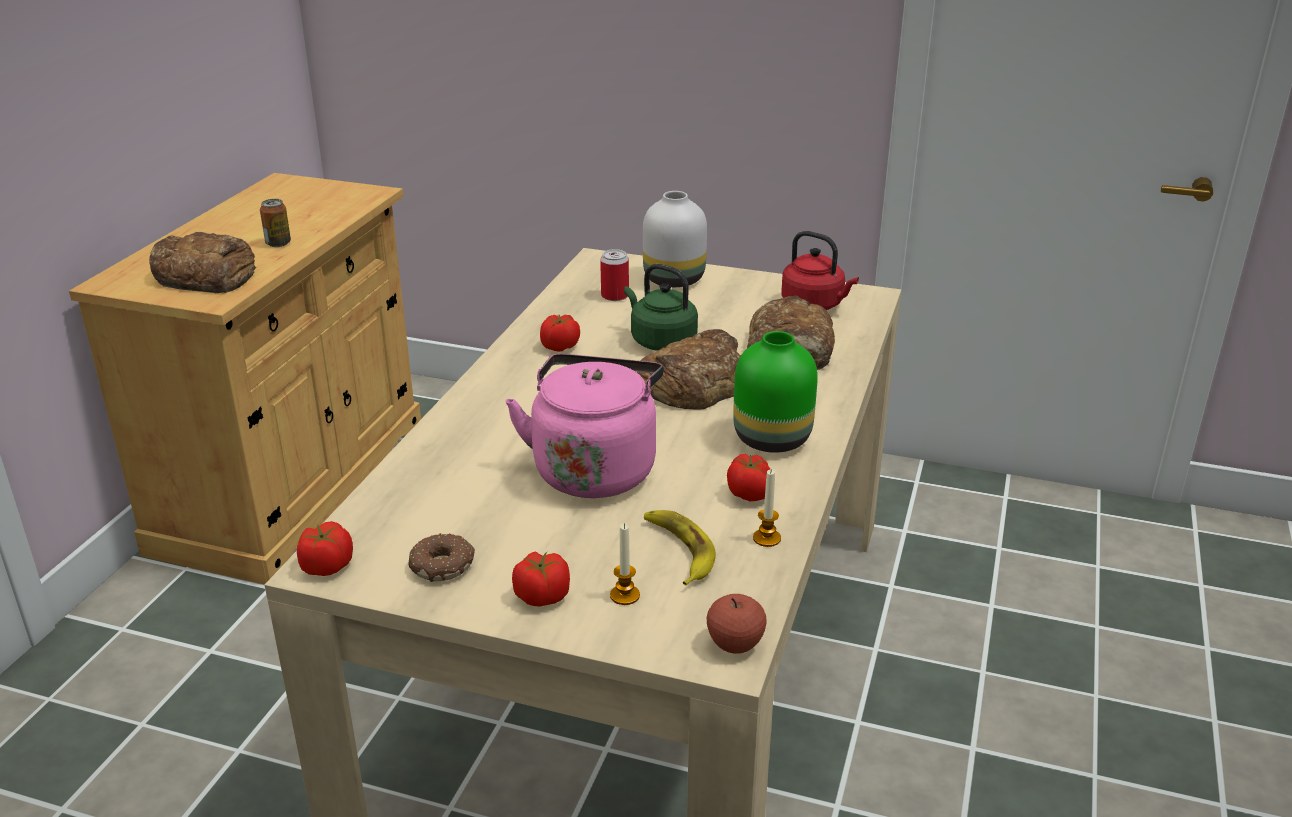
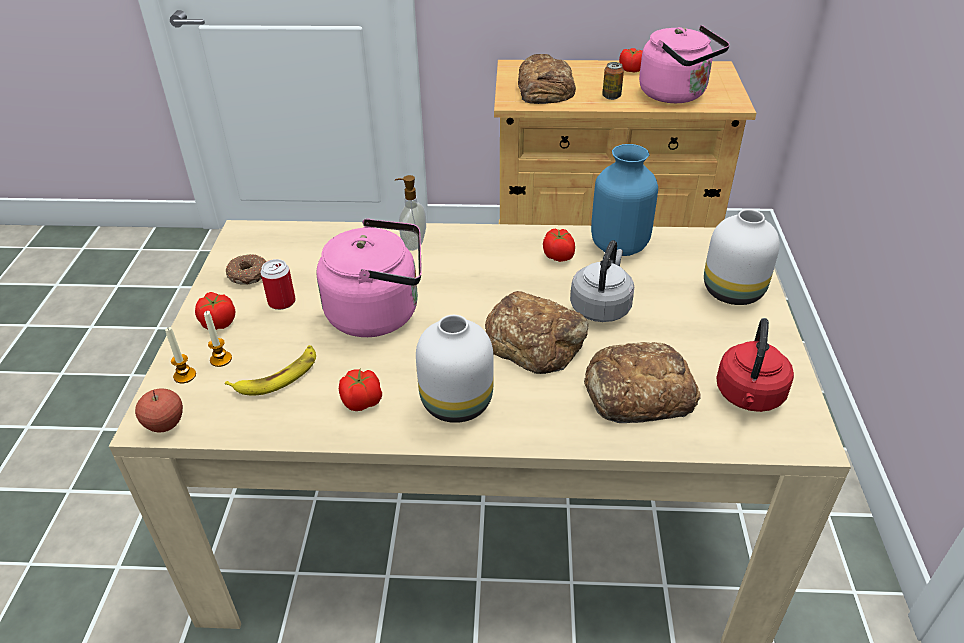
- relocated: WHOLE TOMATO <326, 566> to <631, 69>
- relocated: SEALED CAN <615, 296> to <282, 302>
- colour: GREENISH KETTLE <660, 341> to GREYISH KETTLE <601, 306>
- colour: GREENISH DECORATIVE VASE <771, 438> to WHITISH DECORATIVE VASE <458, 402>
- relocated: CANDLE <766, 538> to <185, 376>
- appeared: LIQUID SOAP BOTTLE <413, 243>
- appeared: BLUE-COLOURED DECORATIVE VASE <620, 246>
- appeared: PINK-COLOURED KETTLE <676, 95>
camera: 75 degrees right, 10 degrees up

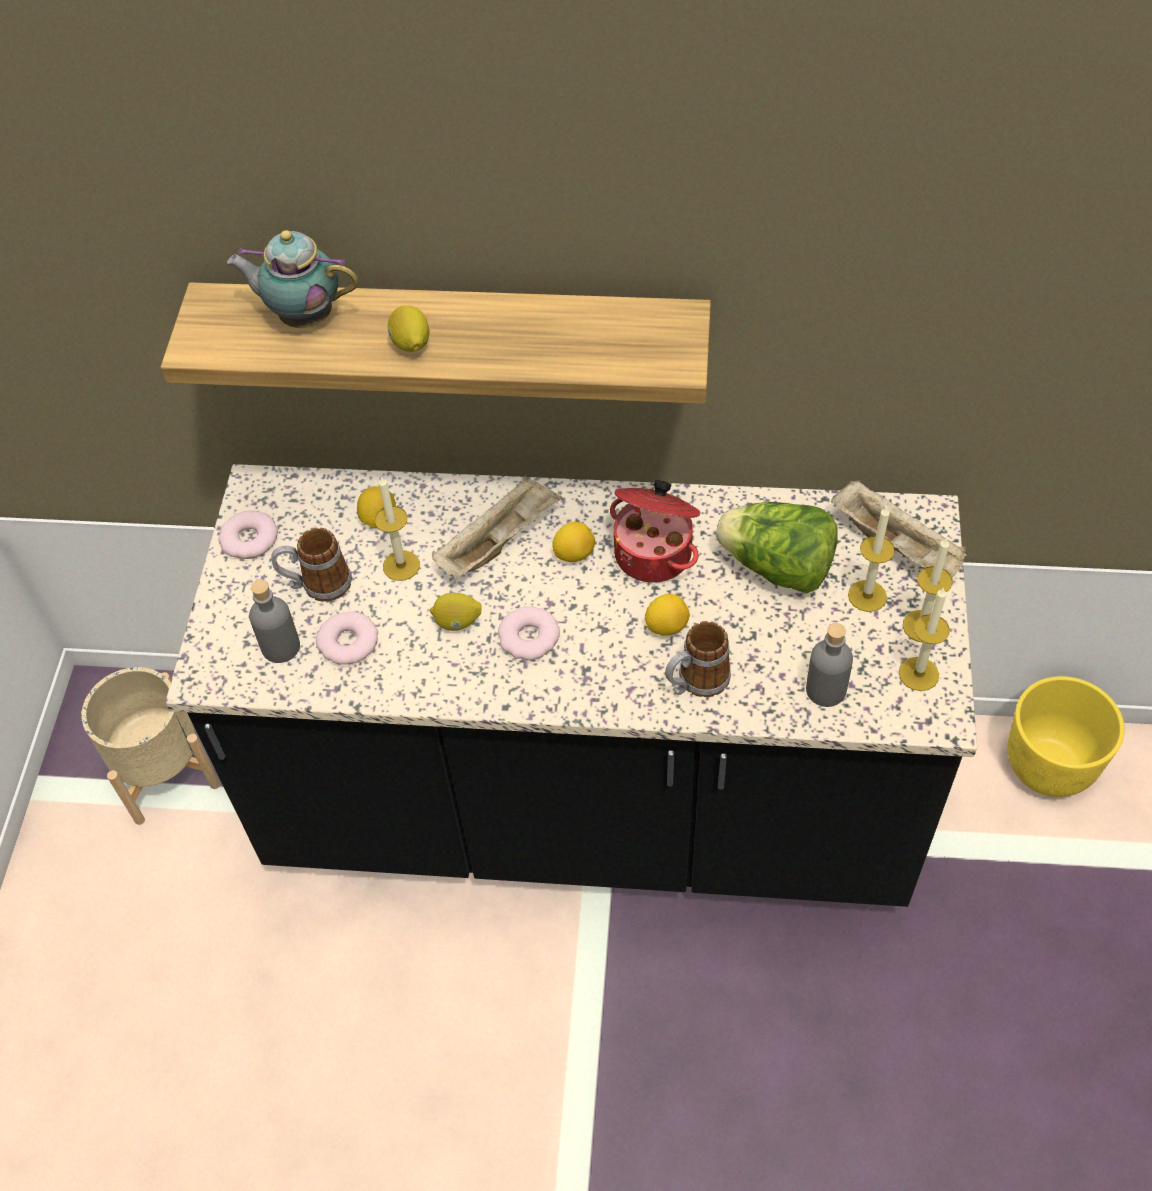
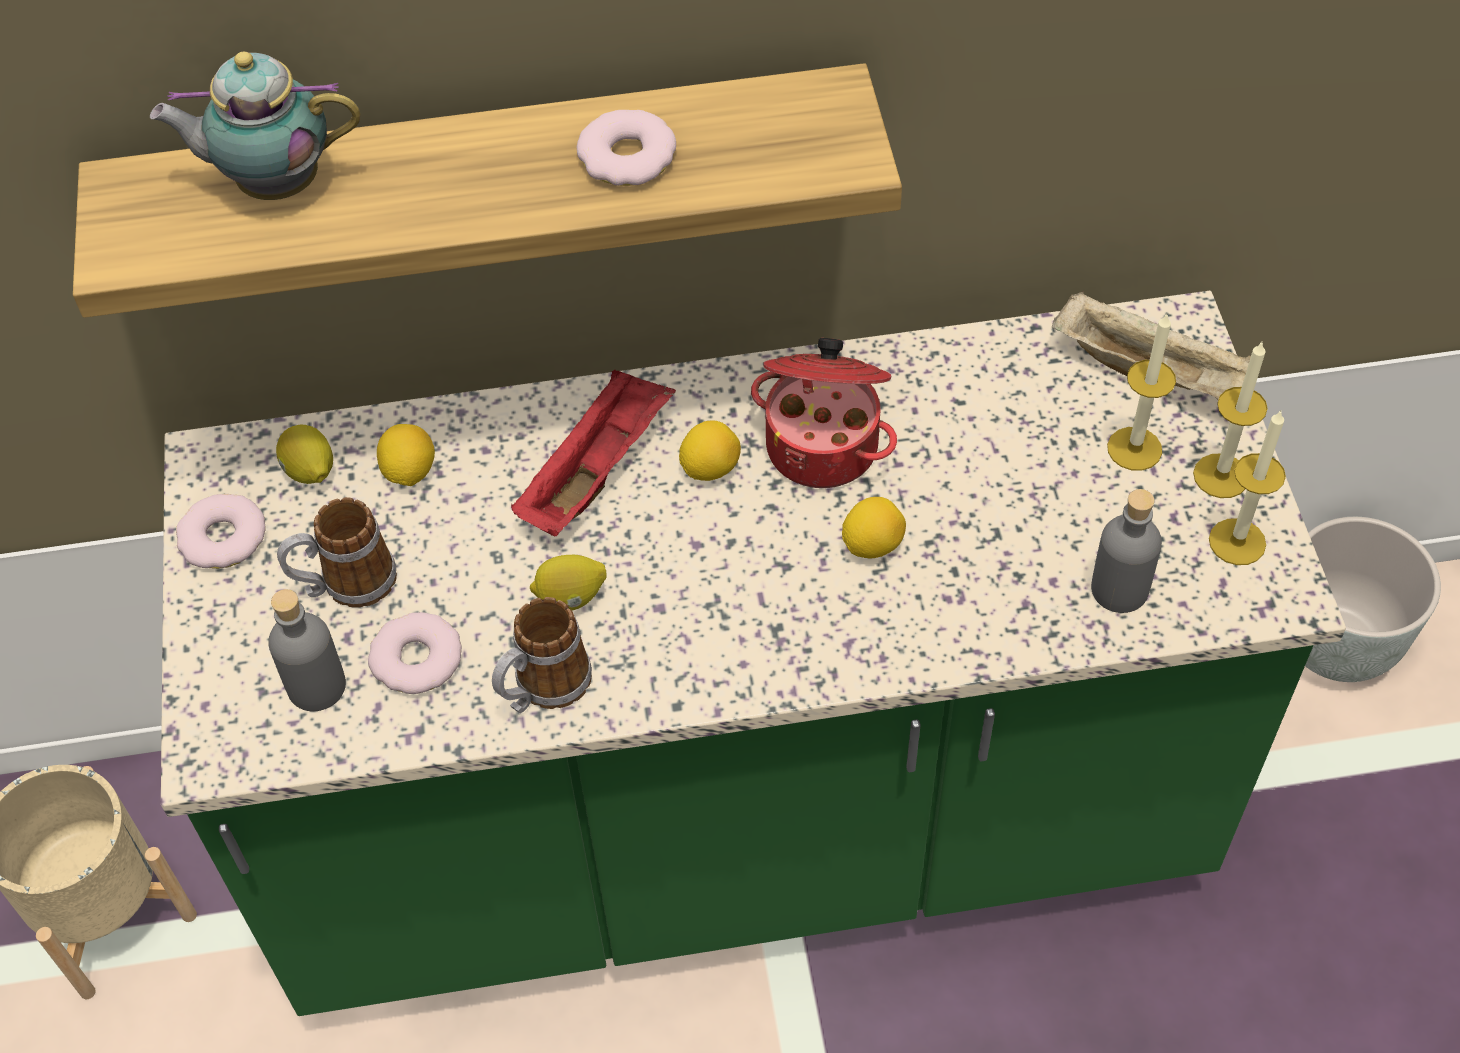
- colour: BLACKISH KITCHEN COUNTER <589, 808> to GREENISH KITCHEN COUNTER <742, 831>
- missing: CANDLE <401, 565>
- relocated: CITRUS FRUIT <411, 344> to <310, 471>
- colour: BEIGE-COLOURED SERVING TRAY <499, 541> to RED-COLOURED SERVING TRAY <596, 470>
- relocated: DOUGHNUT <529, 637> to <627, 157>
- relocated: COFFEE MUG <695, 682> to <543, 689>
- missing: LETTUCE <777, 567>
- colour: YELLOW-COLOURED FLOWER POT <1050, 766> to GREYISH FLOWER POT <1338, 642>
camera: 15 degrees left, 0 degrees up

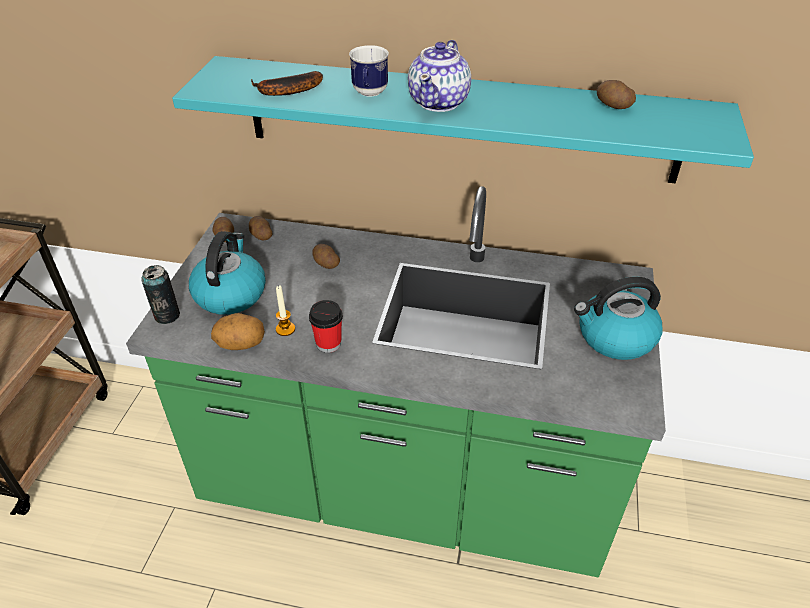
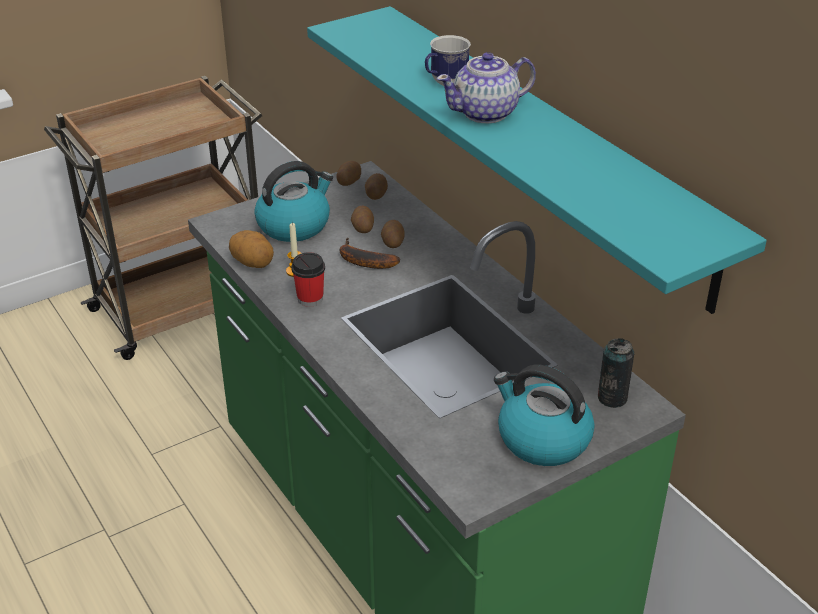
- relocated: SEALED CAN <167, 315> to <612, 398>
- relocated: BANANA <286, 91> to <362, 261>
- relocated: POTATO <612, 106> to <362, 228>
camera: 45 degrees right, 5 degrees down

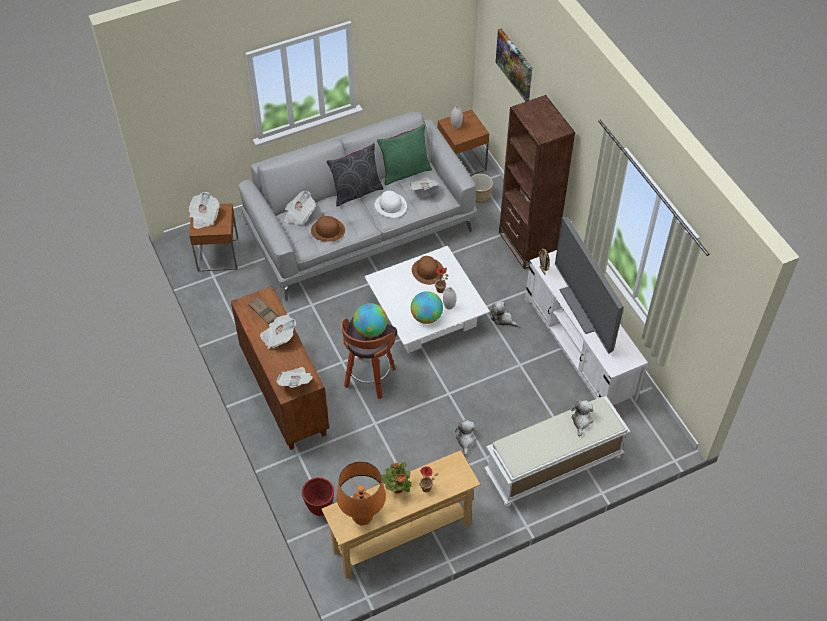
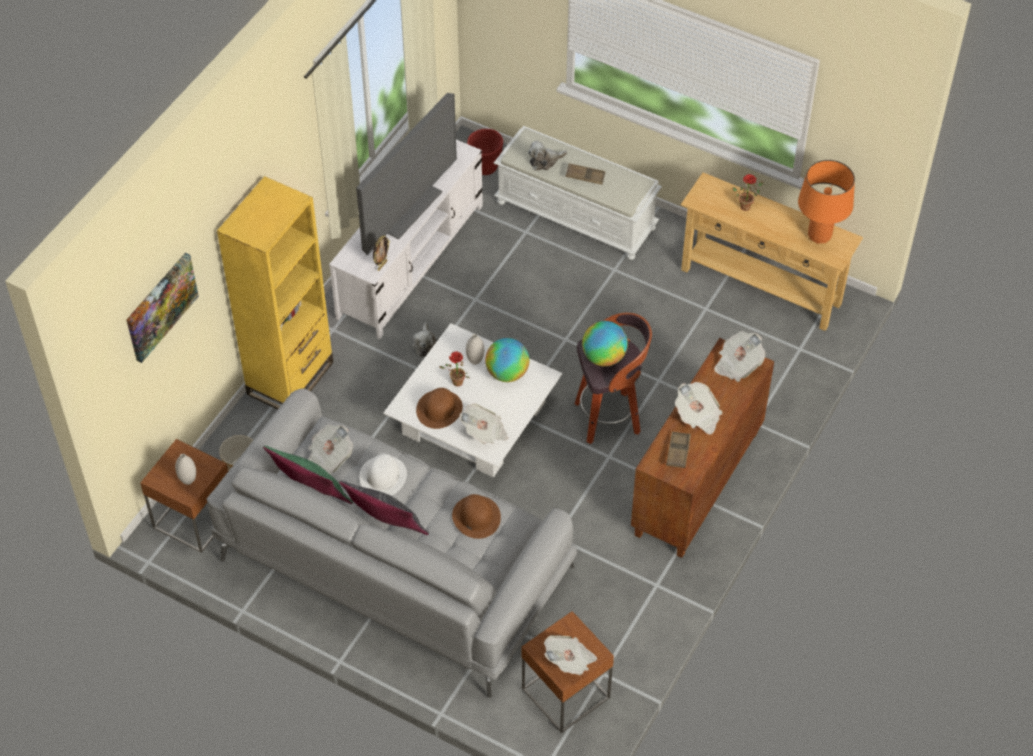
- relocated: NEWSPAPER <299, 214> to <484, 432>
- relocated: RED-COLOURED FLOWER POT <320, 507> to <485, 168>
- missing: PLANT IN A POT <397, 488>
- missing: PLUSH TOY <465, 440>
- colour: BROWN-COLOURED BOOKCASE <527, 244> to YELLOW-COLOURED BOOKCASE <290, 378>
- appeared: BROWN-COLOURED SERVING TRAY <585, 176>
camera: 125 degrees left, 0 degrees up

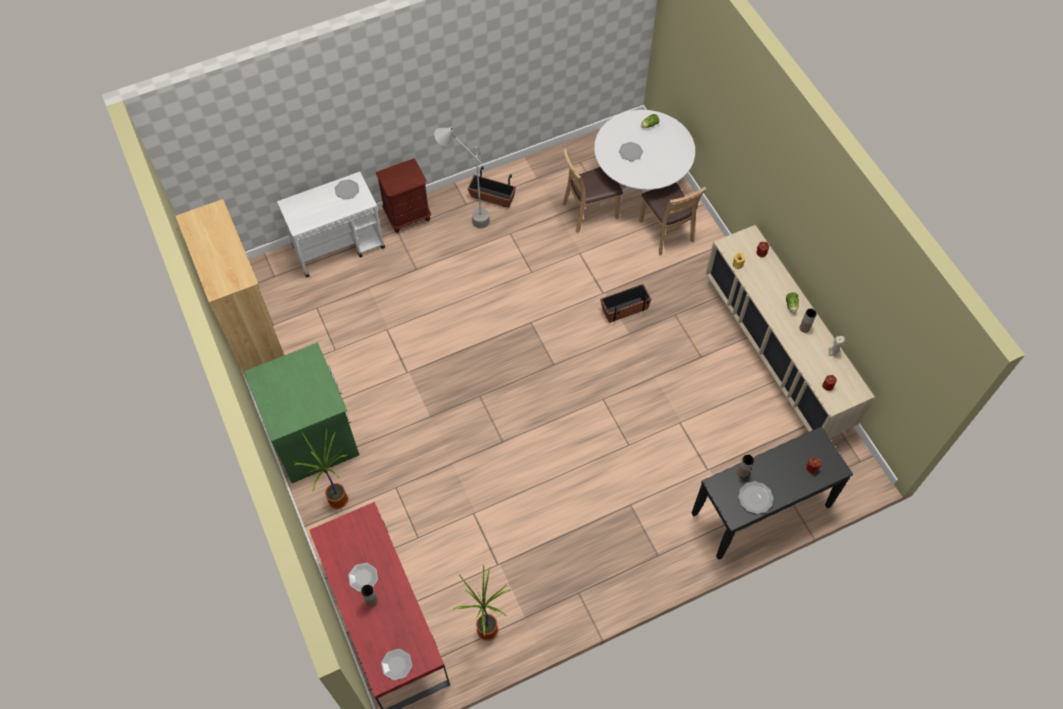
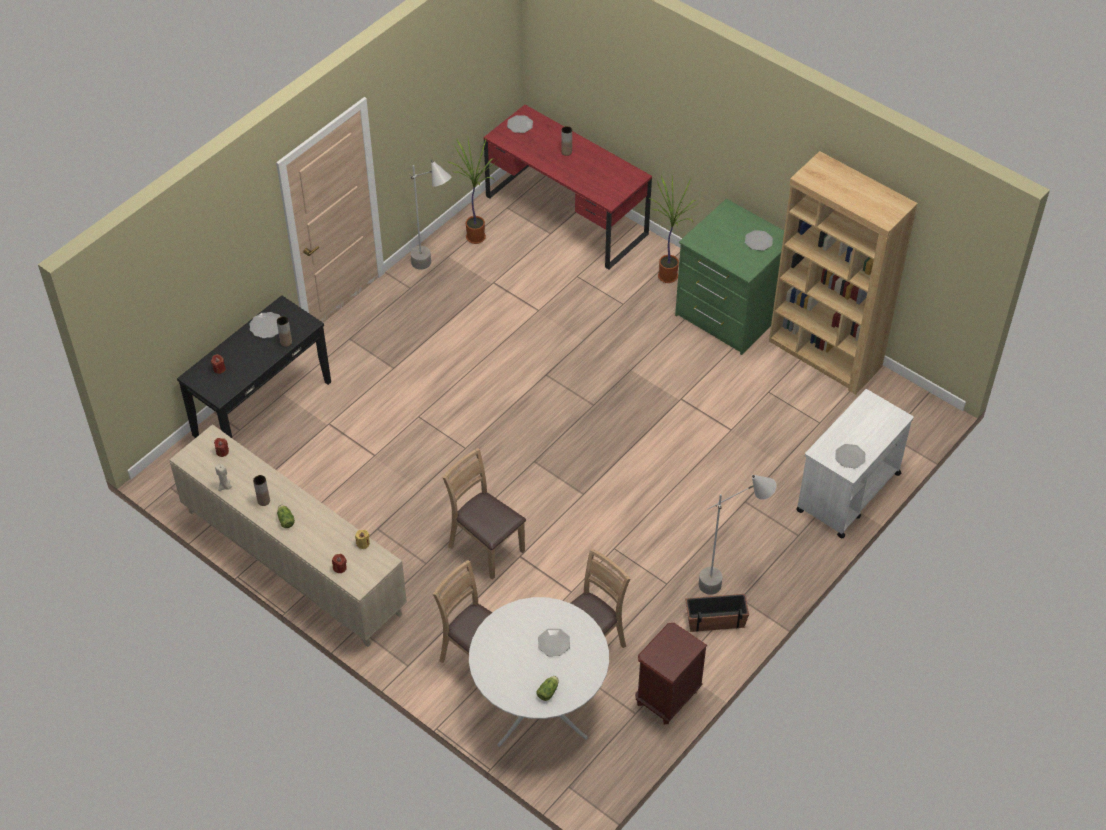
- relocated: PLATE <363, 577> to <758, 241>
- relocated: BROWN-COLOURED NIGHTSTAND <408, 216> to <667, 697>
- exchanged: FLOWER POT <624, 309> to BROWN-COLOURED UPRIGHT CHAIR <486, 547>
- appeared: GREYISH FLOOR LAMP <433, 270>
camera: 155 degrees right, 10 degrees down

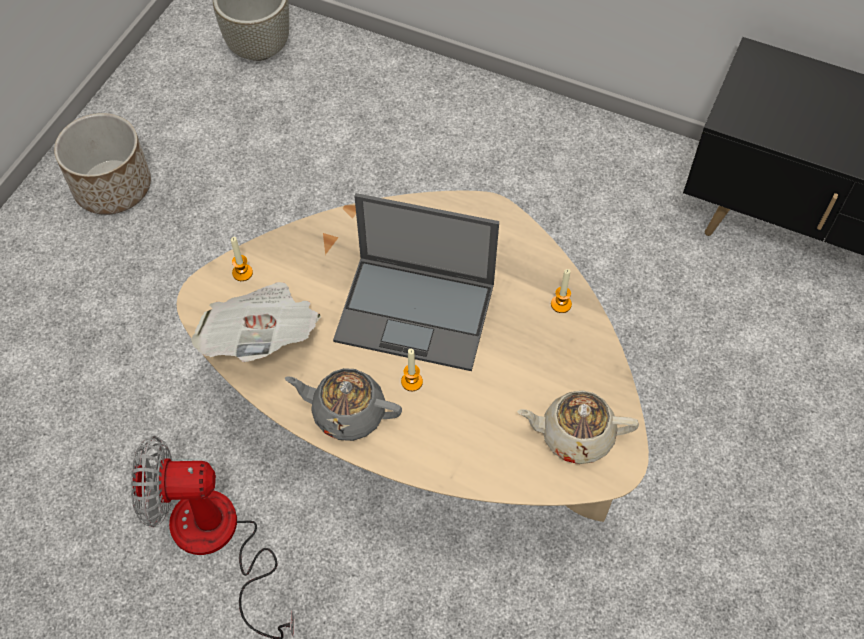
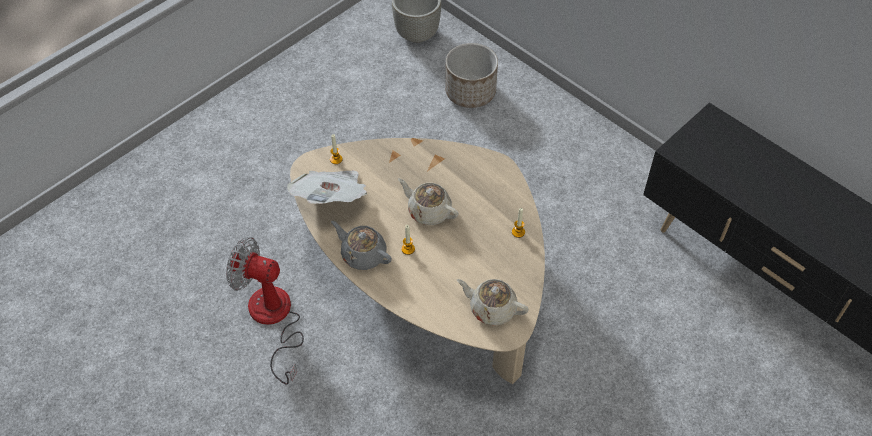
- relocated: FLOWER POT <112, 187> to <470, 92>
- exchanged: PORTABLE COMPUTER <417, 312> to BEIGE-COLOURED TEAPOT <428, 211>
camera: 20 degrees right, 5 degrees down

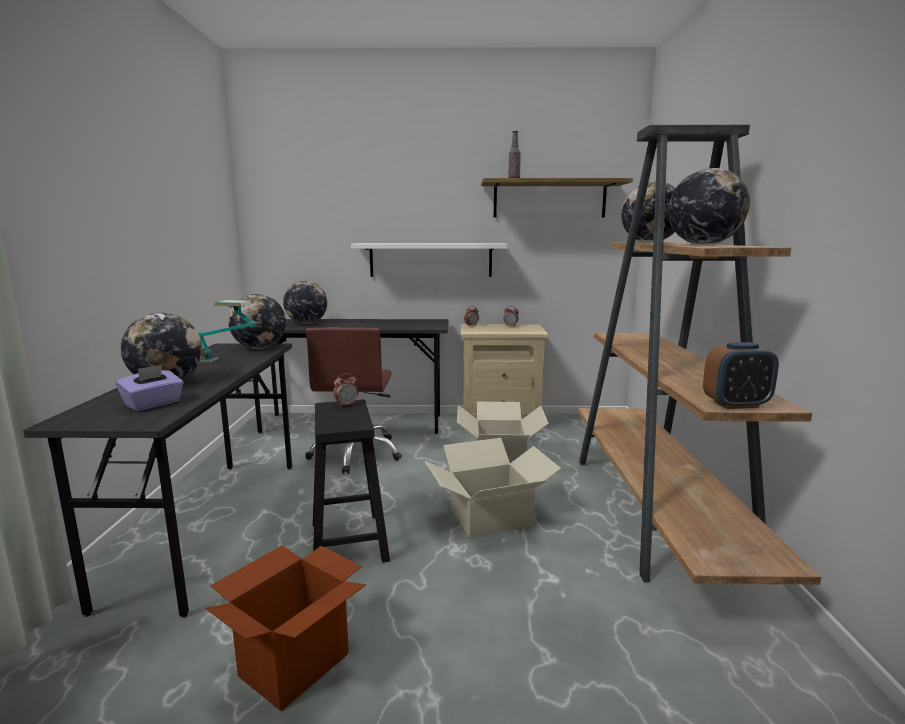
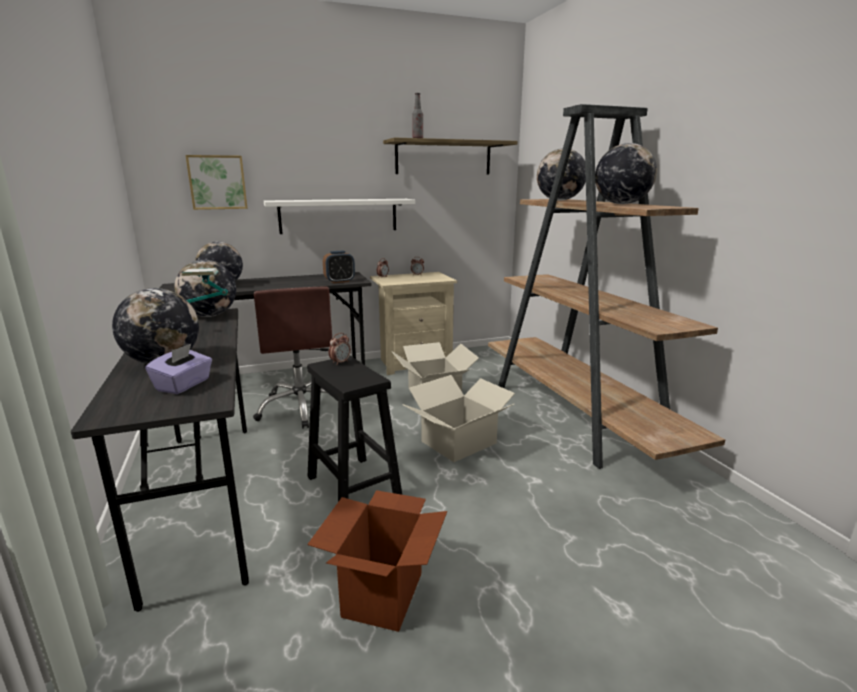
- relocated: TABLE CLOCK <736, 404> to <339, 281>
- appeared: PICTURE <217, 182>
camera: 20 degrees left, 5 degrees up

